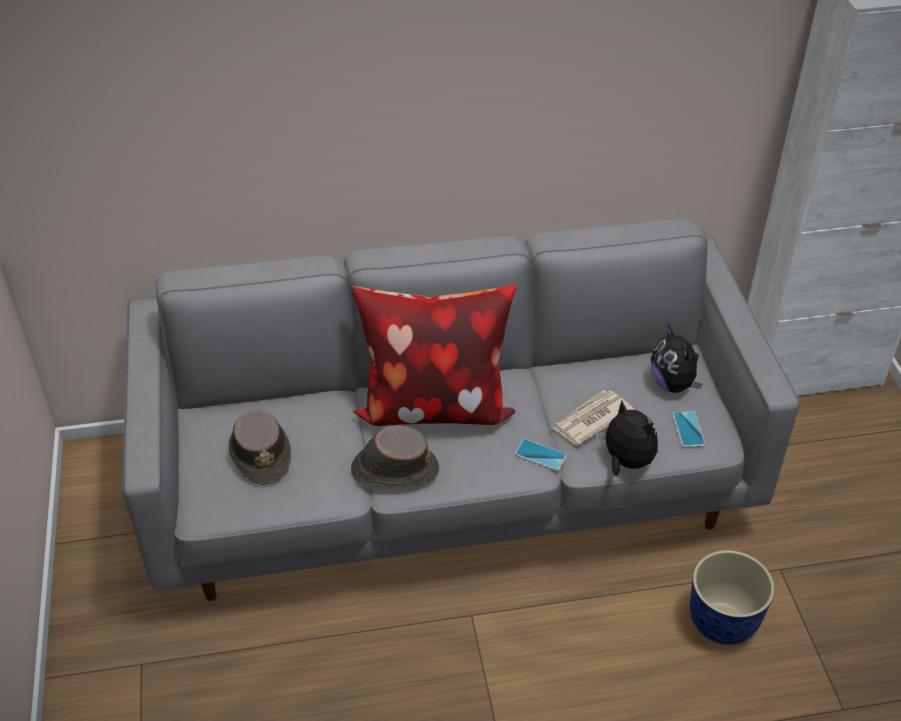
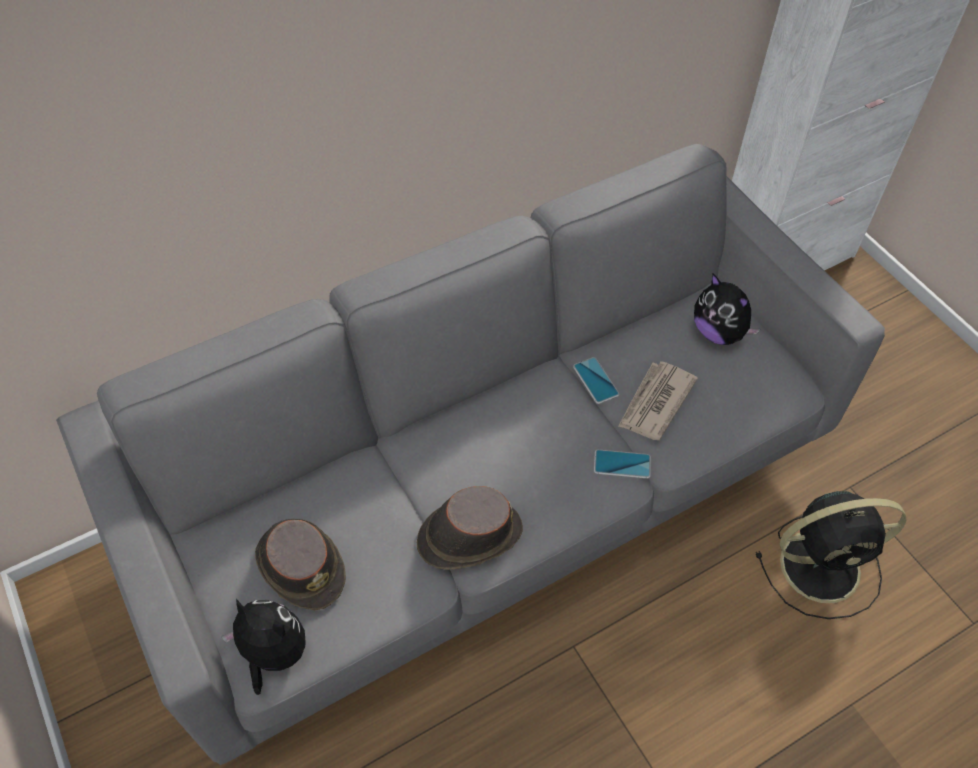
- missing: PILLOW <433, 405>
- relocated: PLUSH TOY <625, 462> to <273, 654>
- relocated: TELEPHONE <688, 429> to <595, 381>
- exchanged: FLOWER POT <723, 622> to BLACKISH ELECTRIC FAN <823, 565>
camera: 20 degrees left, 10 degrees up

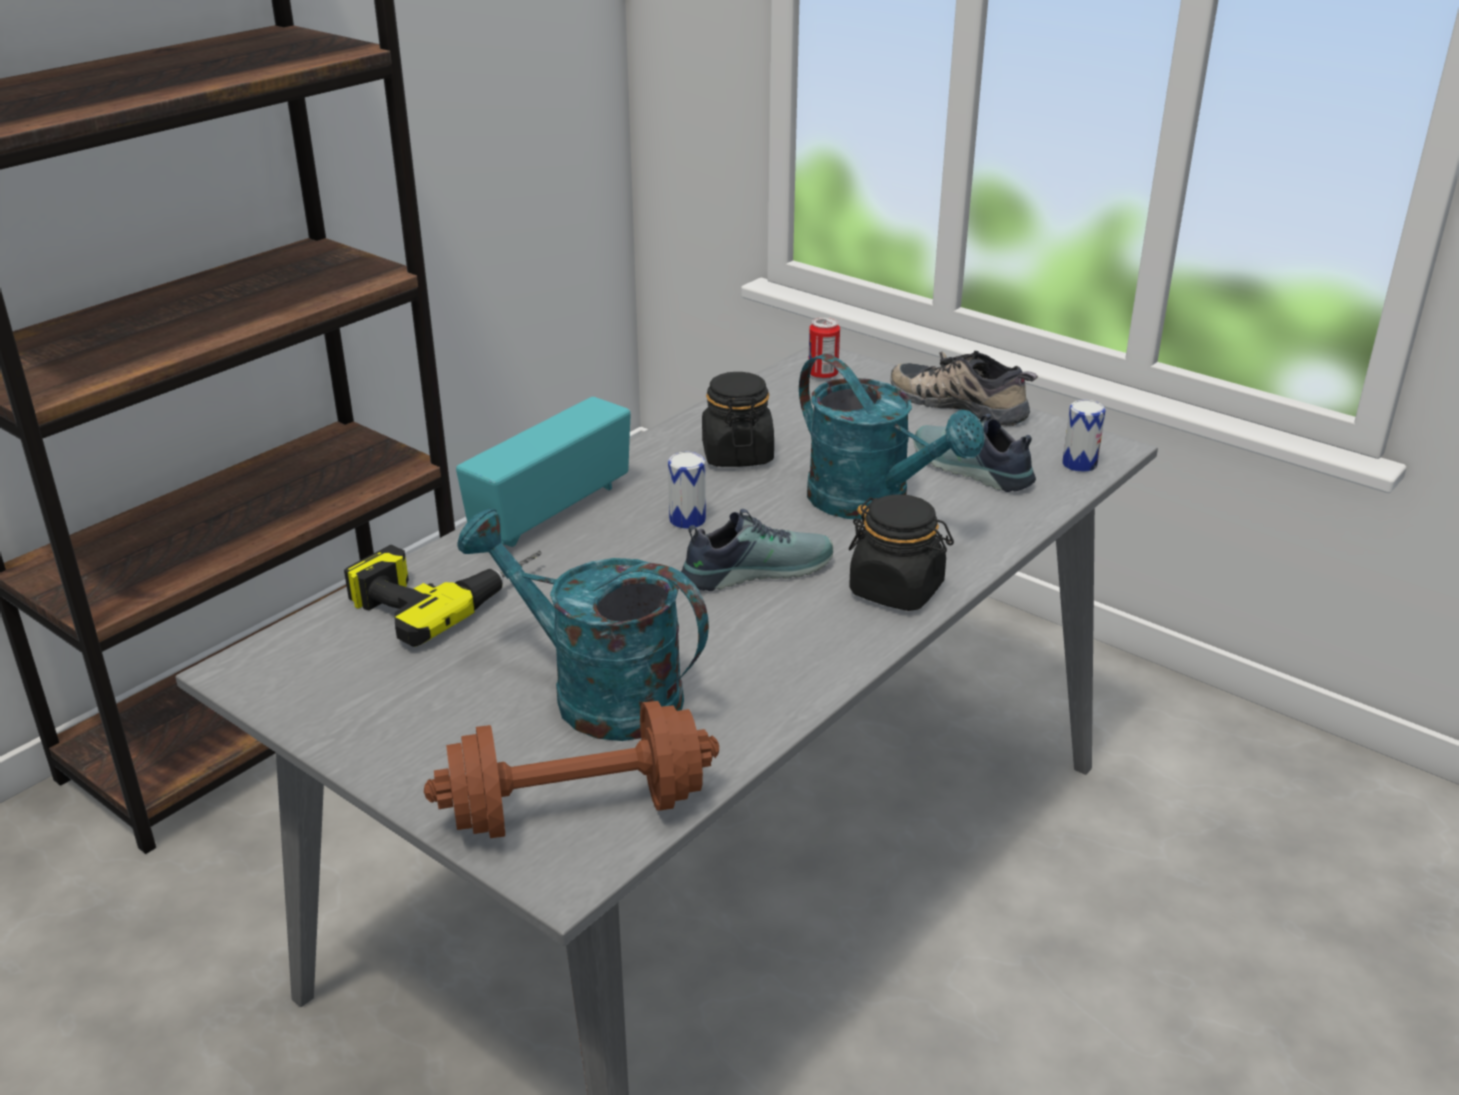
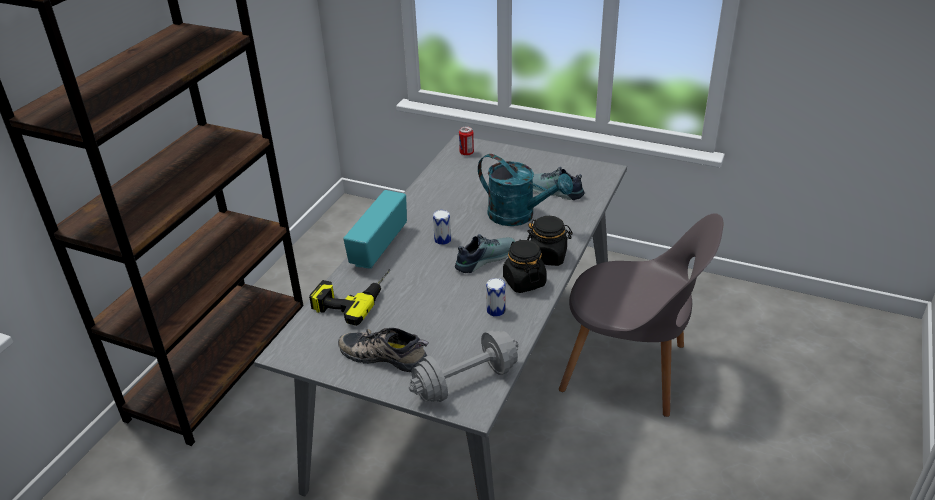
- colour: BROWN-COLOURED FREE WEIGHT <577, 810> to GREYISH FREE WEIGHT <465, 382>
- missing: TURQUOISE-COLOURED WATERING POT <597, 693>
- relocated: BLACKISH STORAGE JAR <737, 454> to <524, 282>
- relocated: SHOE <962, 403> to <385, 355>
- relocated: SEALED CAN <1079, 464> to <496, 310>
- appeared: GREYISH UPRIGHT CHAIR <629, 370>
camera: 15 degrees left, 5 degrees up

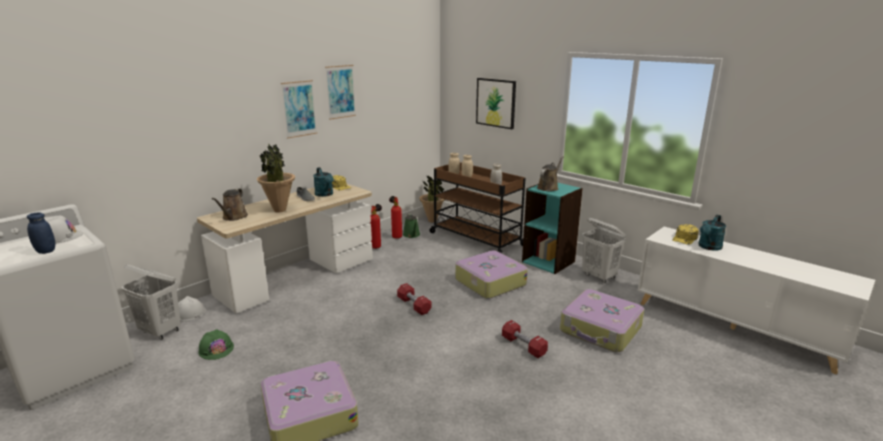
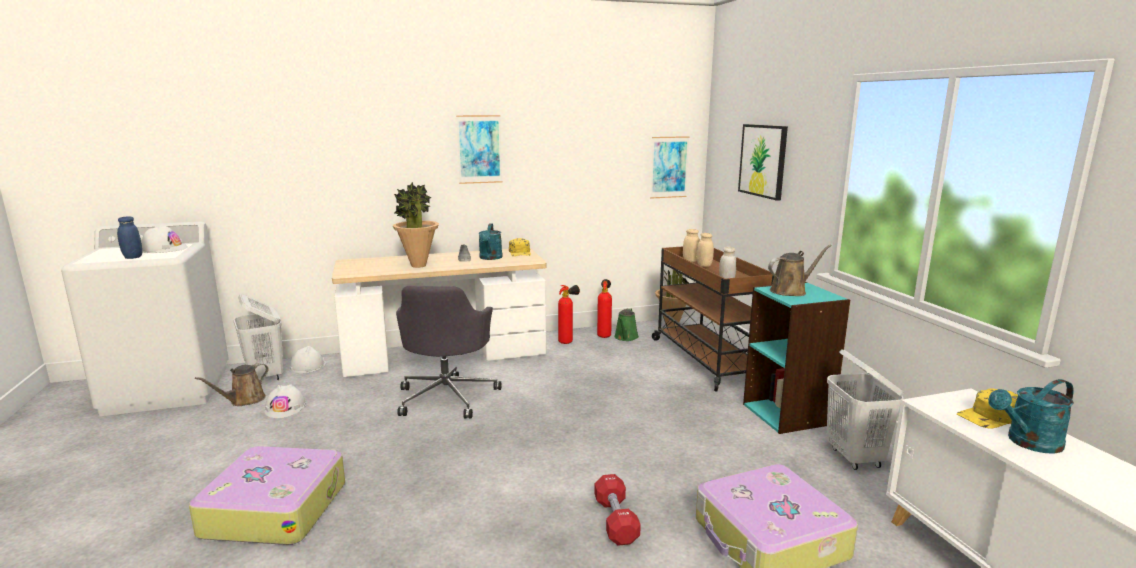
- colour: GREENISH WORK HELMET <216, 349> to WHITISH WORK HELMET <285, 408>
- relocated: BROWN-COLOURED WATERING POT <233, 217> to <244, 400>
- relocated: PICTURE <340, 92> to <669, 167>
- missing: RED-COLOURED FREE WEIGHT <414, 305>
- missing: TRAVEL CASE <489, 282>
- appeared: GREYISH OFFICE CHAIR <447, 396>
camera: 30 degrees right, 5 degrees down

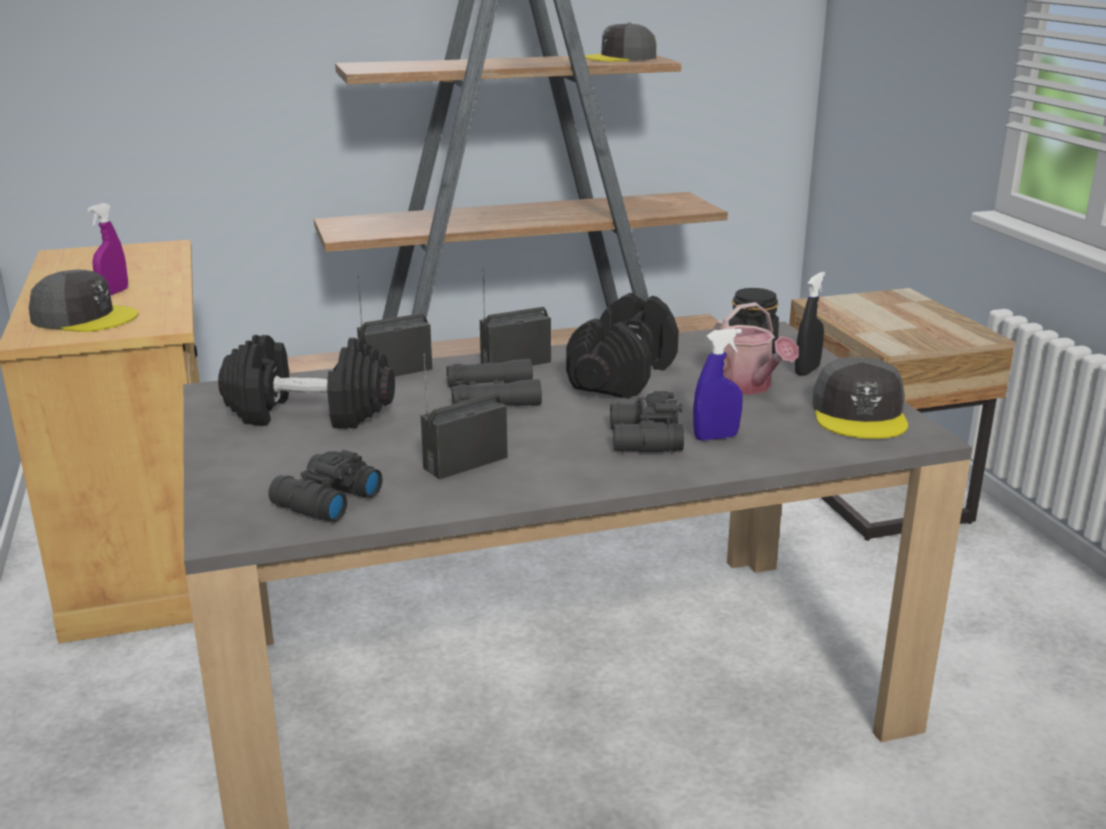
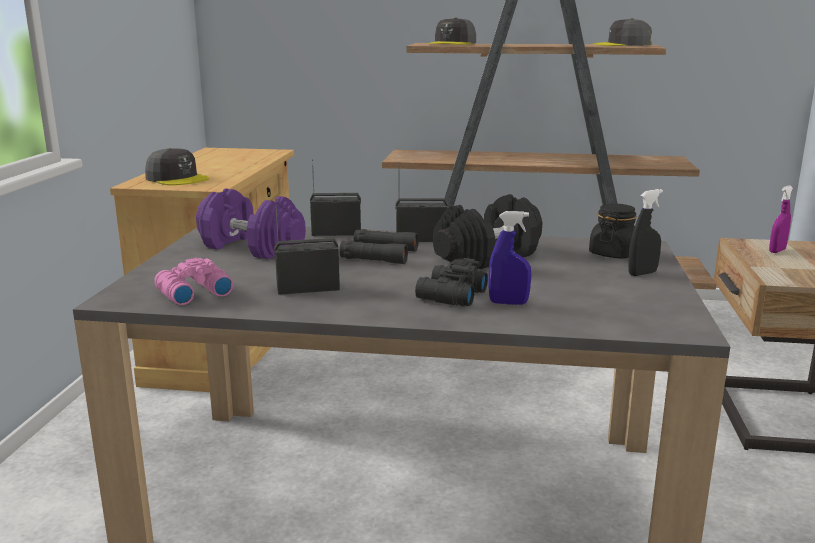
- relocated: PURPLISH HAND SPRAYER <113, 292> to <777, 251>
- colour: BLACKISH FREE WEIGHT <310, 413> to PURPLISH FREE WEIGHT <252, 247>
- colour: BLACKISH PAIR OF BINOCULARS <324, 501> to PINK-COLOURED PAIR OF BINOCULARS <192, 293>
- missing: WATERING POT <747, 387>
- relocated: GREYISH PEAKED CAP <859, 414> to <452, 43>
camera: 25 degrees right, 5 degrees down

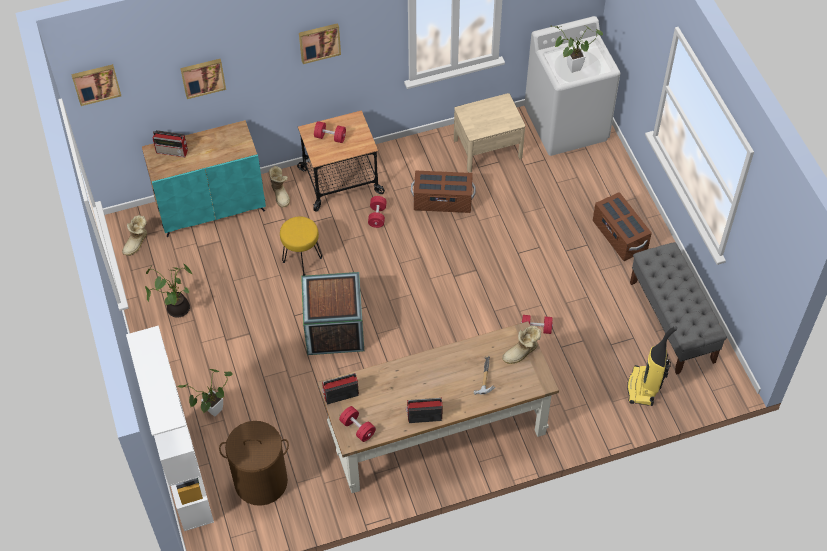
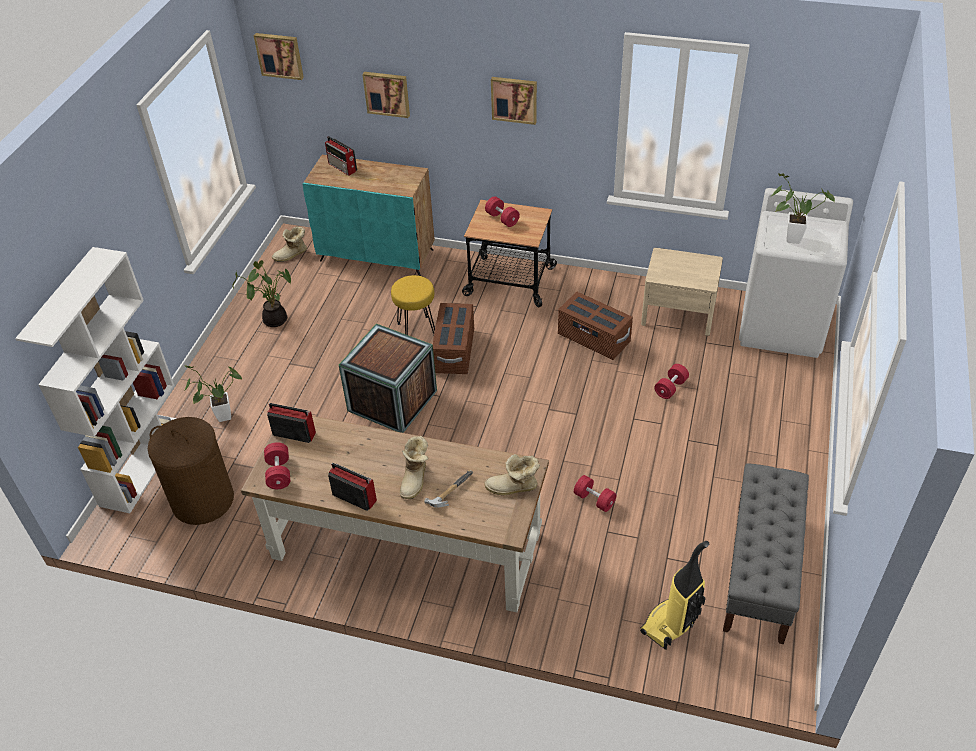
- relocated: TALL BOOT <281, 194> to <416, 479>
- relocated: RED-COLOURED FREE WEIGHT <377, 216> to <670, 388>
- relocated: BROWN-COLOURED STORAGE CONTAINER <619, 236> to <454, 351>
camera: 35 degrees right, 10 degrees down

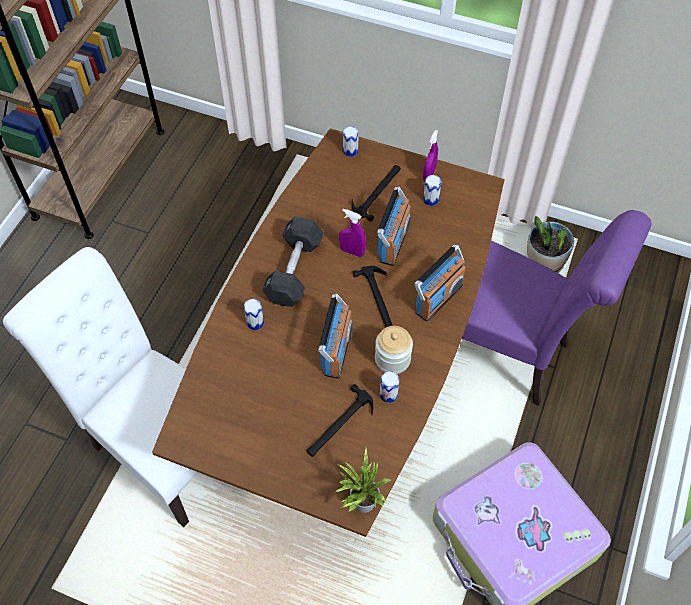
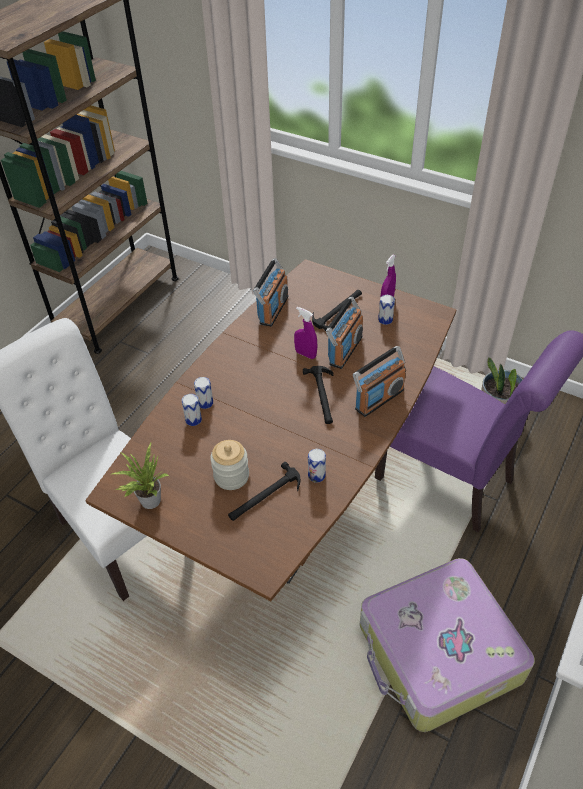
- missing: BLACKISH FREE WEIGHT <294, 271>
- relocated: RADIO <337, 351> to <273, 310>
- relocated: PLANT IN A POT <361, 502> to <148, 500>
- relocated: SEALED CAN <350, 151> to <193, 420>
- relocated: STORAGE JAR <392, 359> to <231, 476>
camera: 10 degrees right, 10 degrees down

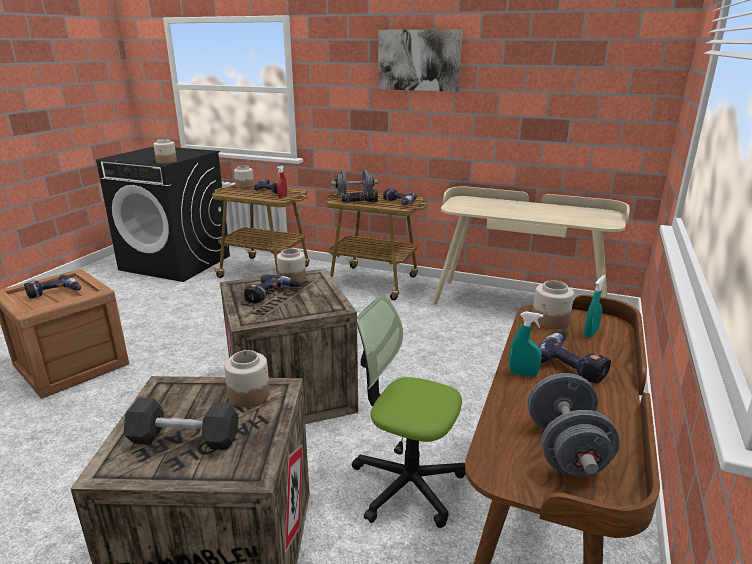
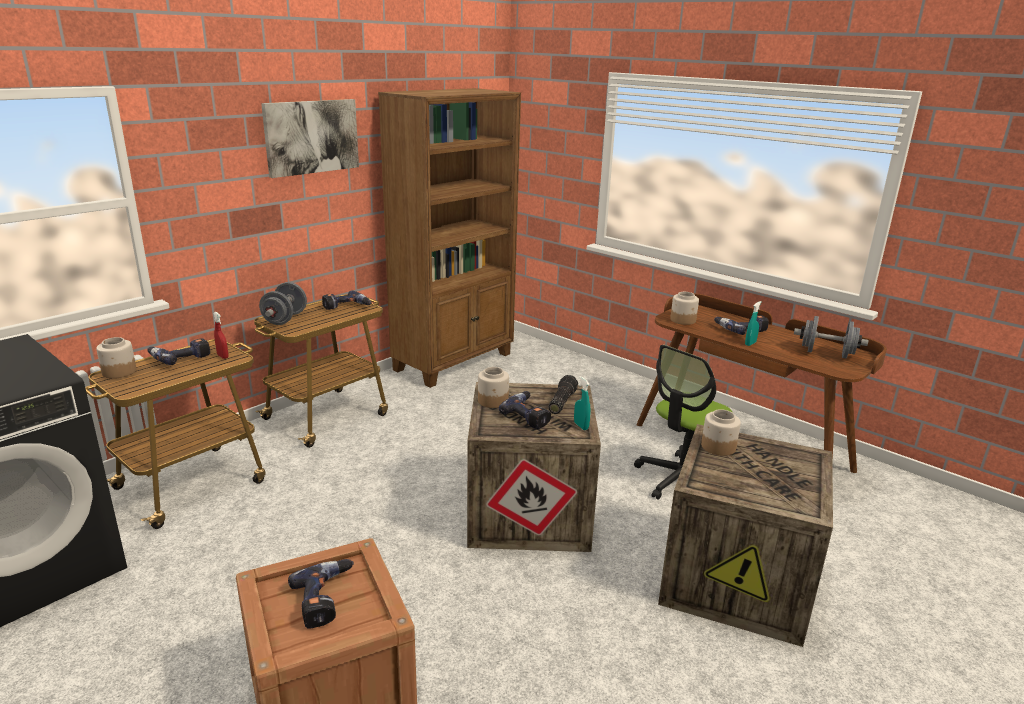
- missing: BLACKISH FREE WEIGHT <184, 439>
- missing: STORAGE JAR <166, 161>
- relocated: HAND TORCH <360, 202> to <561, 402>
- exchanged: BEIGE-COLOURED DESK <519, 304> to BROWN-COLOURED BOOKCASE <454, 362>
- relocated: TURQUOISE-COLOURED HAND SPRAYER <590, 333> to <581, 426>
camera: 70 degrees left, 0 degrees up

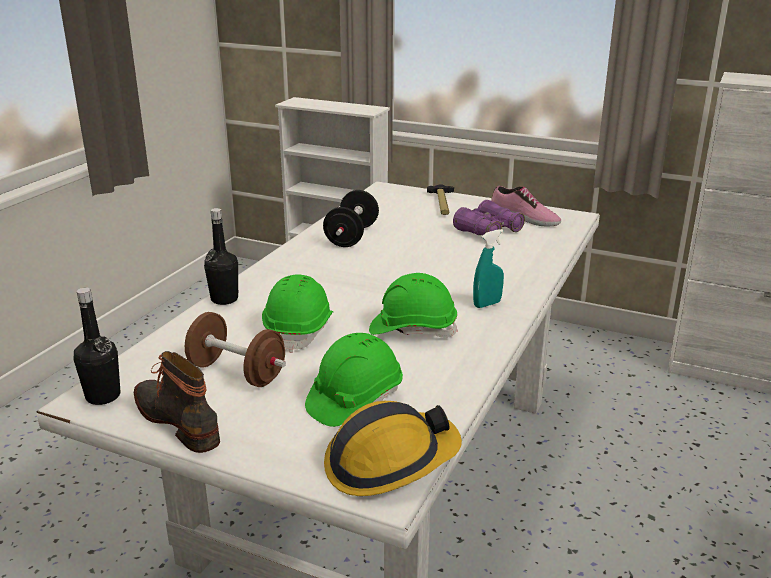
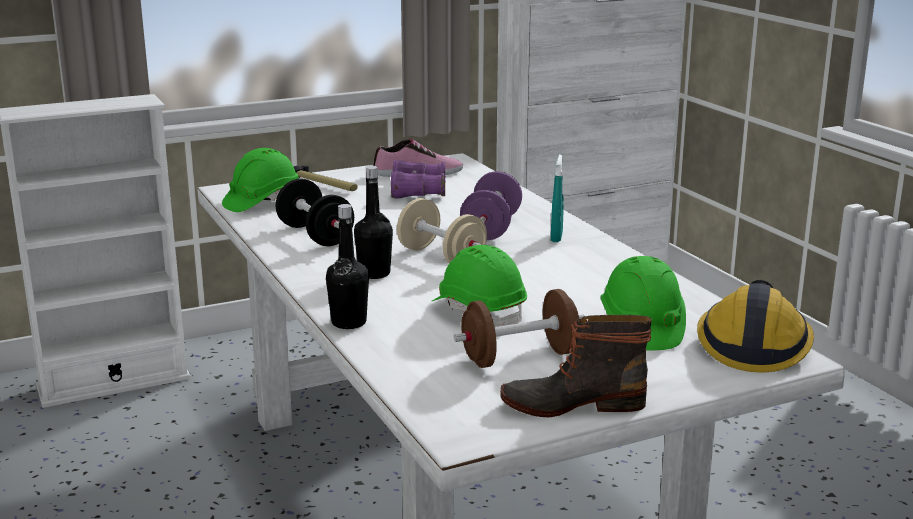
- relocated: BLACKISH BOTTLE <103, 396> to <374, 273>
- relocated: GREENISH WORK HELMET <412, 329> to <262, 202>
- appeared: BEIGE-COLOURED FREE WEIGHT <441, 257>
- appeared: PURPLISH FREE WEIGHT <491, 228>
camera: 50 degrees left, 5 degrees down

